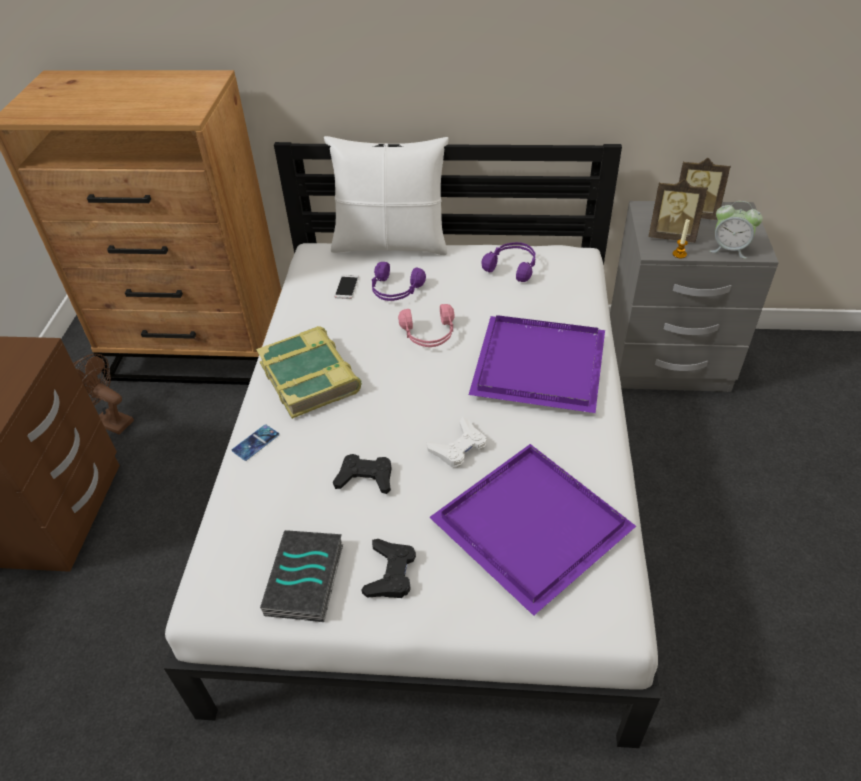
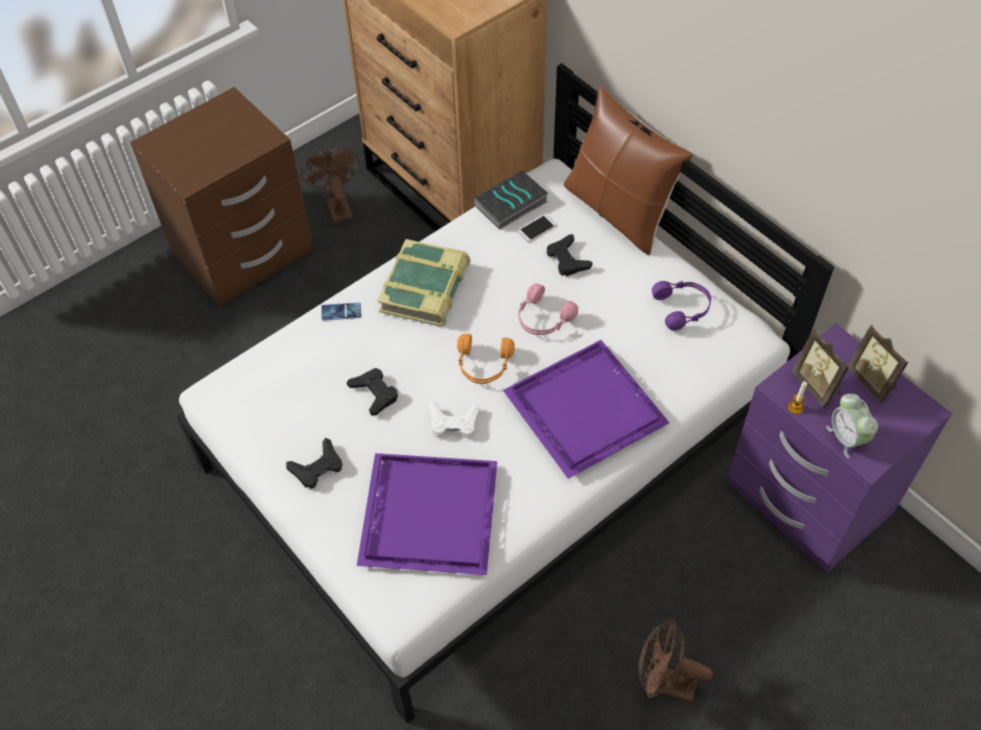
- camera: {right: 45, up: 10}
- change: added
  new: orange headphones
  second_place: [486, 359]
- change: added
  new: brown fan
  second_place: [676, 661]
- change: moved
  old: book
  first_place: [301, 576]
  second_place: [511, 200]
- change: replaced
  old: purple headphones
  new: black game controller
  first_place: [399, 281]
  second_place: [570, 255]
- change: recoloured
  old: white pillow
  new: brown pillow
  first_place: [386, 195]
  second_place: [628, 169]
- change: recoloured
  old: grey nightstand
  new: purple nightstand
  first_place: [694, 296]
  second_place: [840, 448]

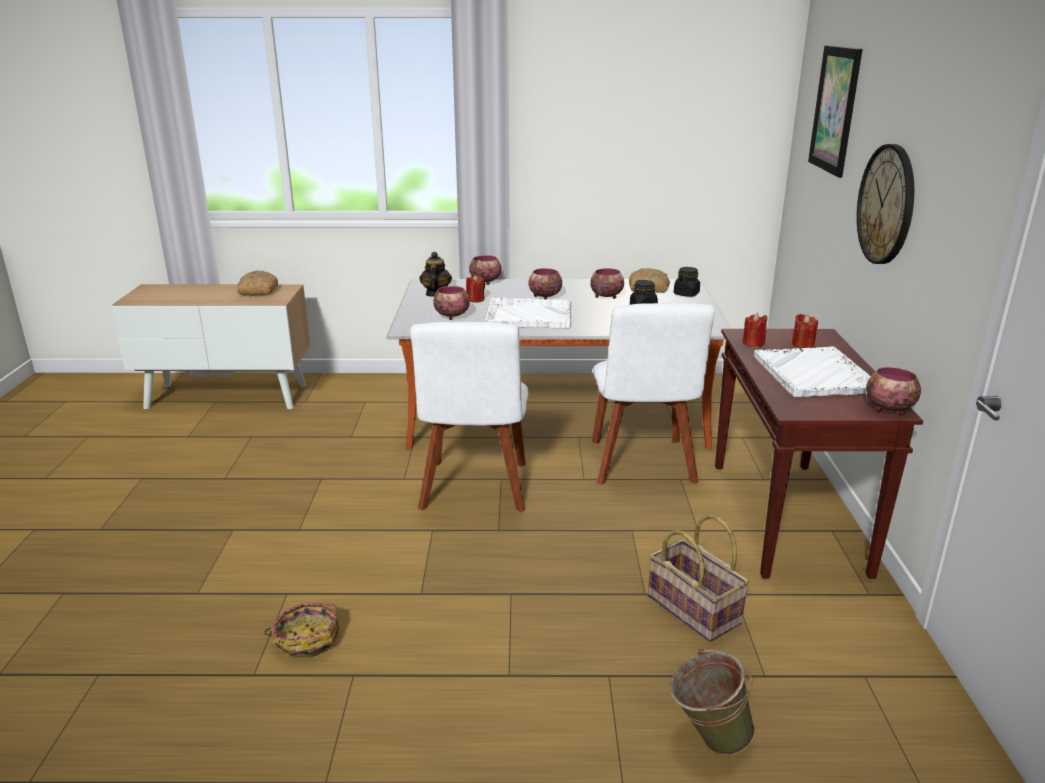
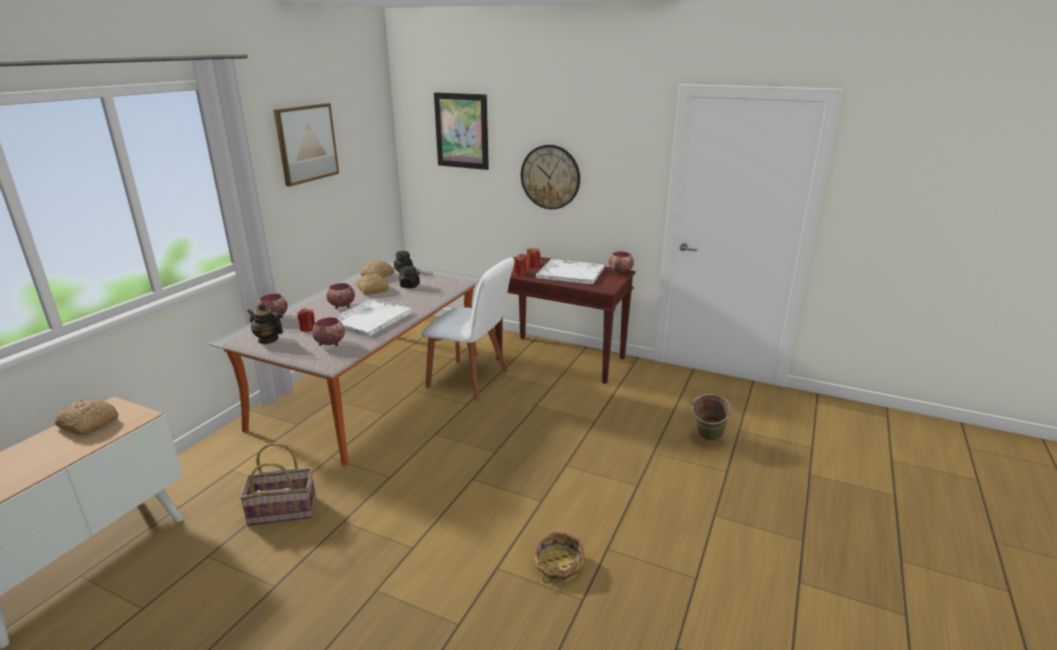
- camera: {right: -65, up: 0}
- change: removed
  old: white chair
  first_place: [469, 417]
- change: added
  new: picture
  second_place: [306, 145]
- change: moved
  old: basket
  first_place: [698, 578]
  second_place: [277, 484]
- change: replaced
  old: bowl
  new: bread
  first_place: [607, 283]
  second_place: [373, 284]

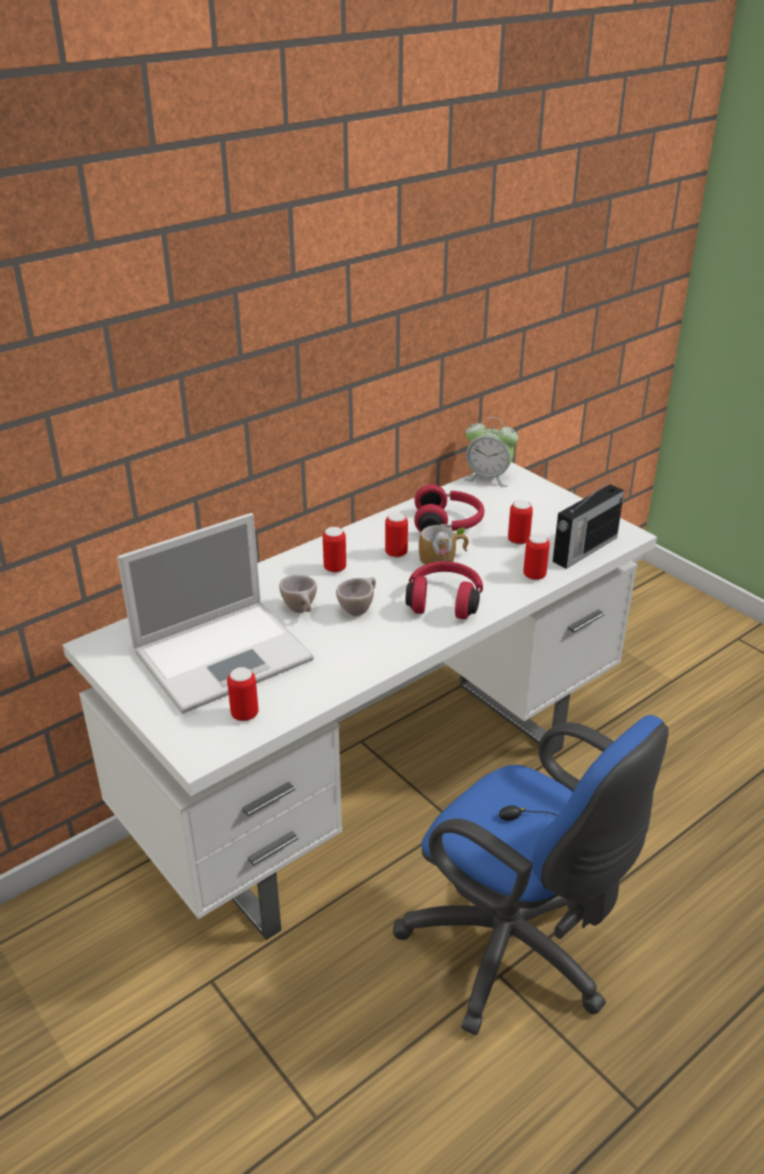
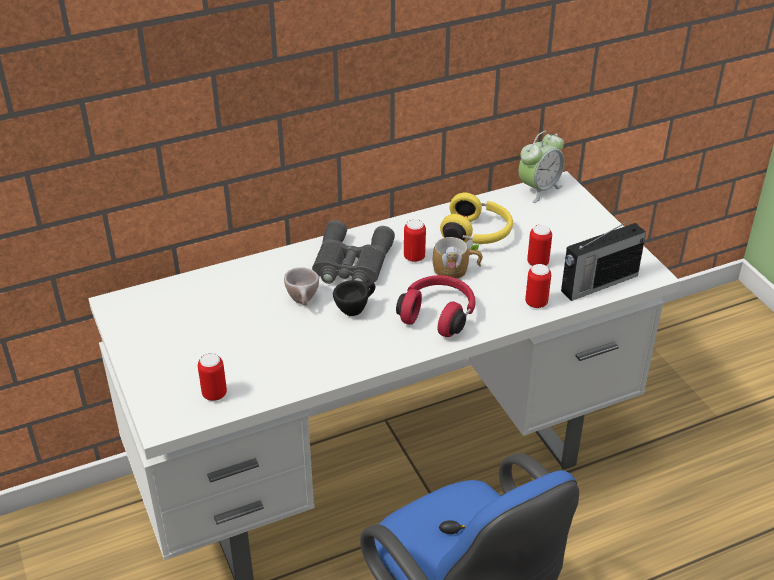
- camera: {right: 15, up: 5}
- change: removed
  old: laptop
  first_place: [215, 613]
- change: replaced
  old: can
  new: grey binoculars
  first_place: [334, 550]
  second_place: [353, 252]
- change: recoloured
  old: beige cup
  new: black cup
  first_place: [356, 596]
  second_place: [354, 298]
- change: recoloured
  old: red headphones
  new: yellow headphones
  first_place: [449, 508]
  second_place: [476, 218]
- change: turned
  old: alarm clock
  first_place: [491, 452]
  second_place: [542, 167]
  degrees: -75

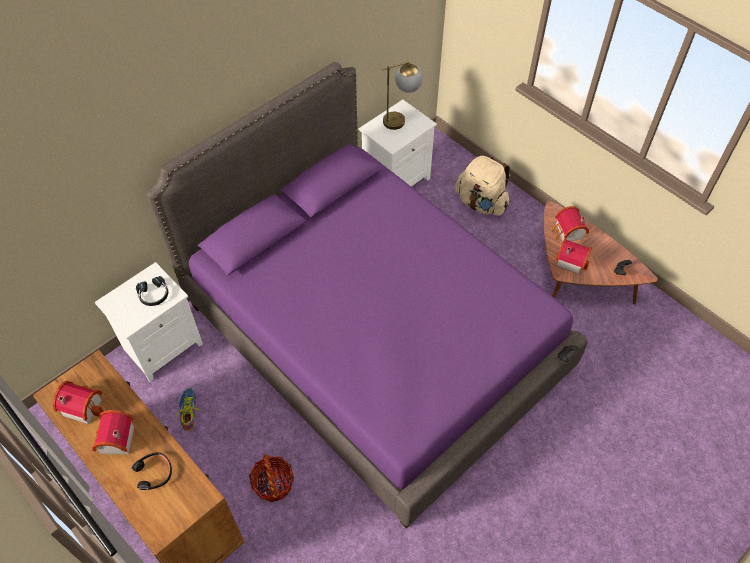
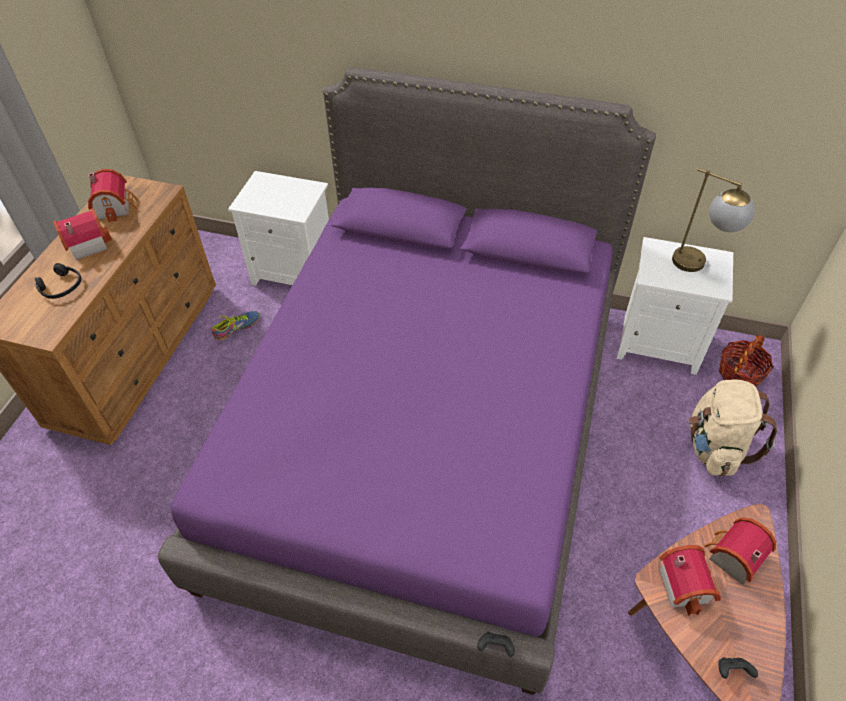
- camera: {right: 60, up: -5}
- change: removed
  old: black headphones
  first_place: [152, 291]
- change: moved
  old: basket
  first_place: [271, 478]
  second_place: [746, 360]

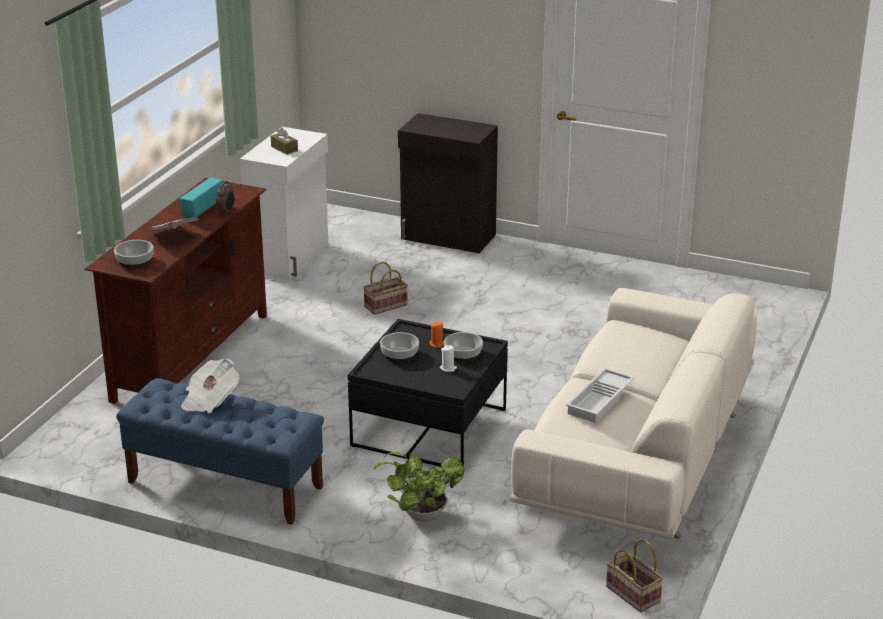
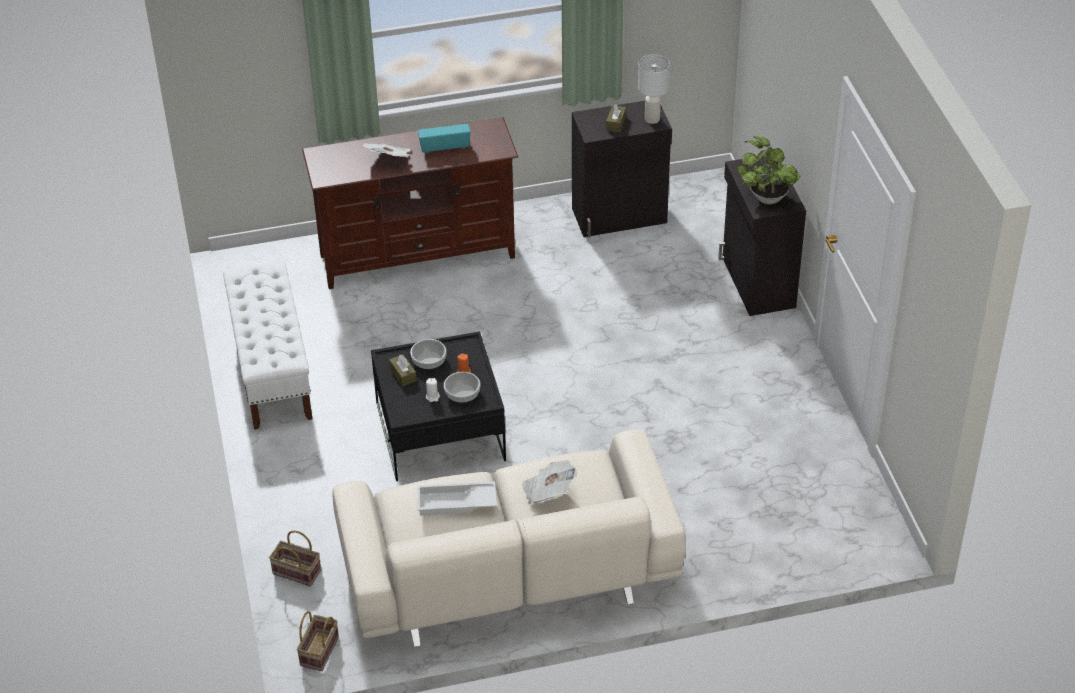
- camera: {right: 55, up: 15}
- change: removed
  old: bowl
  first_place: [134, 254]
- change: removed
  old: alarm clock
  first_place: [225, 198]
- change: added
  new: brown tissue box
  second_place: [403, 370]
- change: added
  new: white table lamp
  second_place: [654, 89]
- change: moved
  old: newspaper
  first_place: [210, 385]
  second_place: [549, 482]
- change: moved
  old: basket
  first_place: [385, 288]
  second_place: [295, 558]
- change: moved
  old: potted plant
  first_place: [419, 487]
  second_place: [769, 170]
- change: recoloured
  old: blue bench
  new: white bench
  first_place: [220, 451]
  second_place: [267, 346]
- change: recoloured
  old: white cabinet
  new: black cabinet
  first_place: [284, 203]
  second_place: [622, 169]

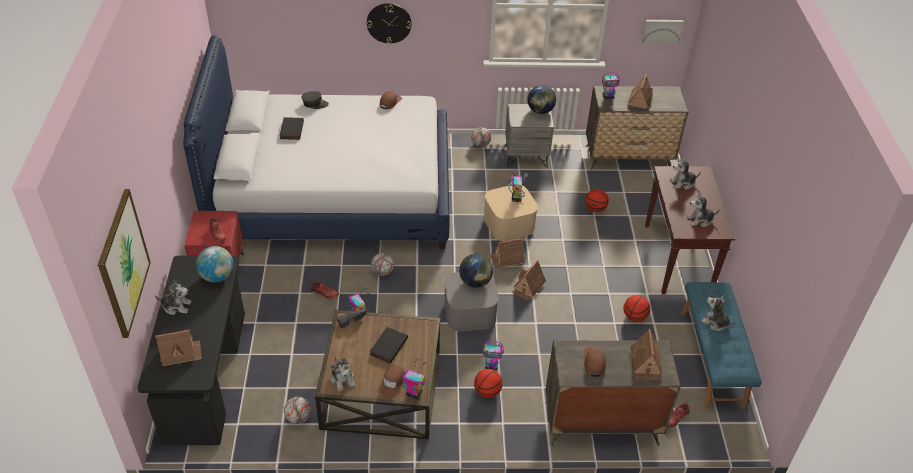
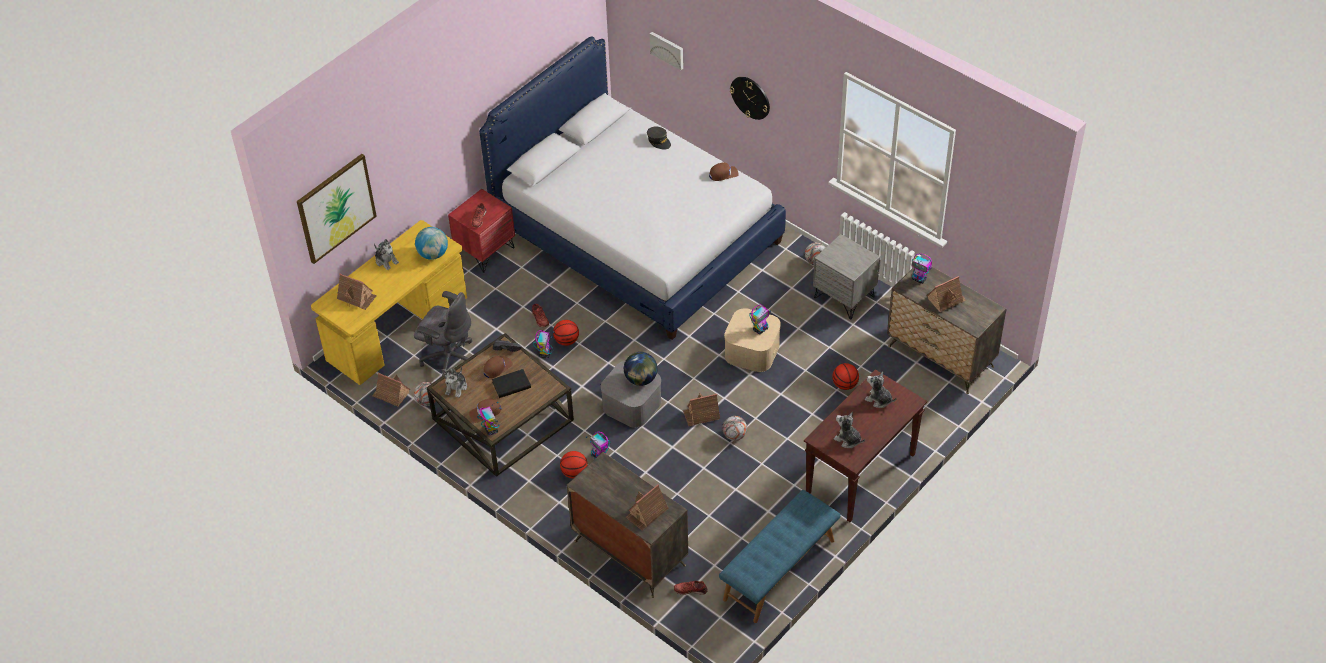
- camera: {right: 45, up: 5}
- change: removed
  old: black book
  first_place: [291, 128]
- change: removed
  old: globe
  first_place: [541, 99]
- change: removed
  old: plush toy
  first_place: [719, 313]
- change: added
  new: grey office chair
  second_place: [443, 333]
- change: moved
  old: football
  first_place: [382, 264]
  second_place: [734, 428]
- change: moved
  old: toy house
  first_place: [507, 253]
  second_place: [391, 390]
- change: moved
  old: brown cap
  first_place: [595, 362]
  second_place: [498, 367]
- change: moved
  old: basketball
  first_place: [636, 308]
  second_place: [566, 333]
- change: moved
  old: picture
  first_place: [663, 31]
  second_place: [666, 51]
- change: recoloured
  old: black desk
  new: yellow desk
  first_place: [191, 350]
  second_place: [389, 302]

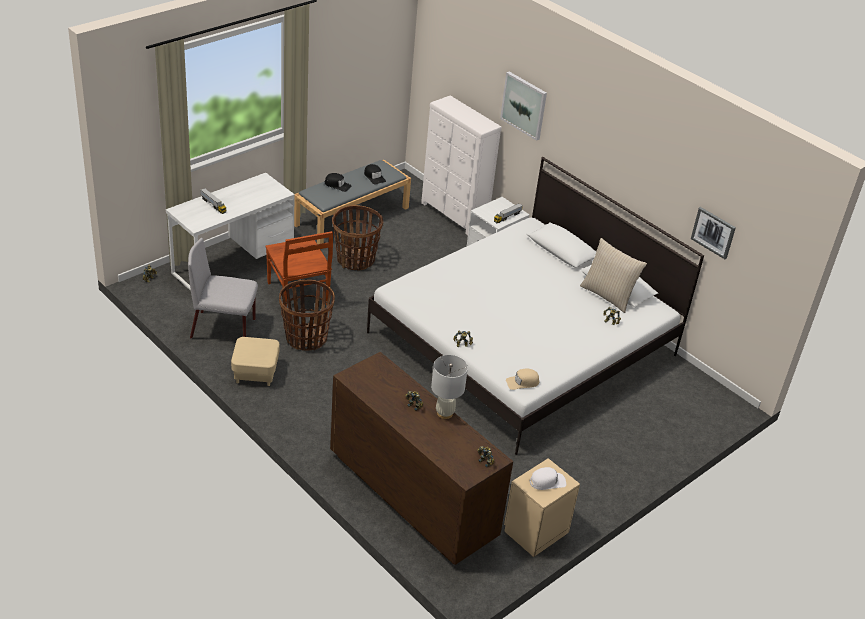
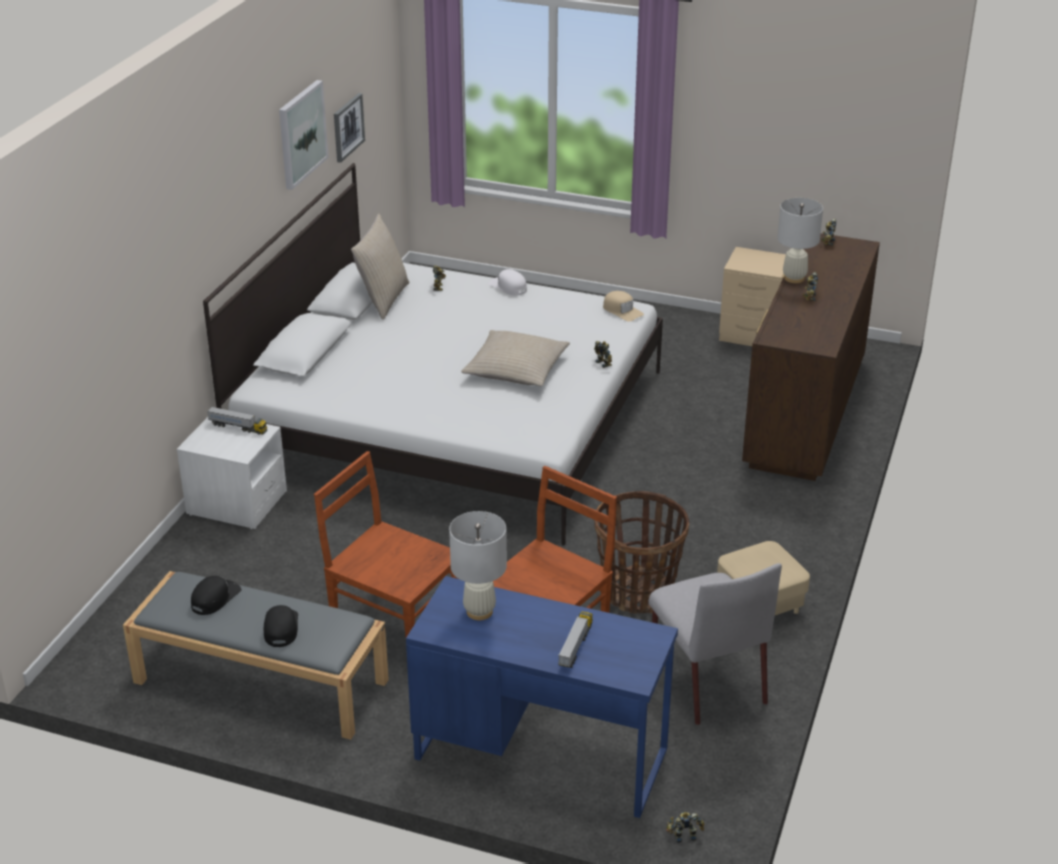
- camera: {right: -115, up: -5}
- change: removed
  old: white dresser
  first_place: [461, 165]
- change: added
  new: white table lamp
  second_place: [478, 565]
- change: added
  new: beige pillow
  second_place: [515, 358]
- change: moved
  old: picture
  first_place: [523, 106]
  second_place: [303, 135]
- change: moved
  old: white cap
  first_place: [548, 478]
  second_place: [507, 282]
- change: replaced
  old: basket
  new: brown chair
  first_place: [357, 237]
  second_place: [386, 544]
- change: recoloured
  old: white desk
  new: blue desk
  first_place: [230, 232]
  second_place: [542, 697]

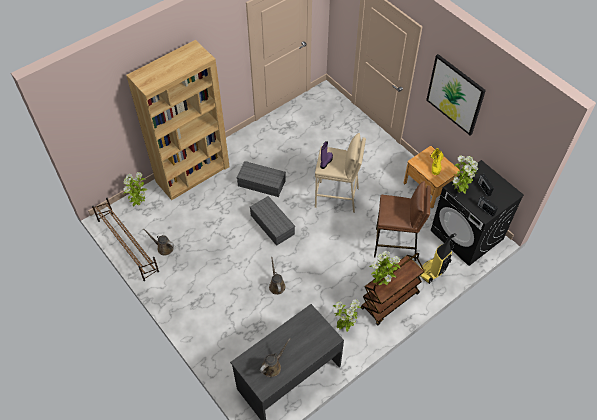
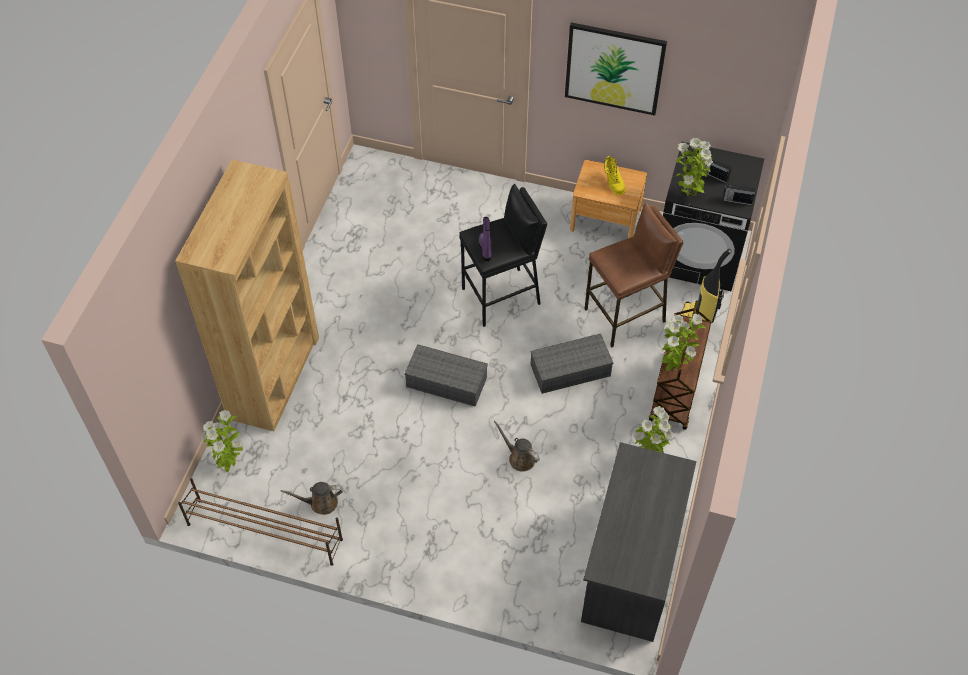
- camera: {right: -35, up: 0}
- change: removed
  old: brown watering can
  first_place: [274, 357]
- change: moved
  old: grey storage box
  first_place: [261, 179]
  second_place: [571, 364]
- change: recoloured
  old: beige stool
  new: black stool
  first_place: [340, 173]
  second_place: [503, 255]

